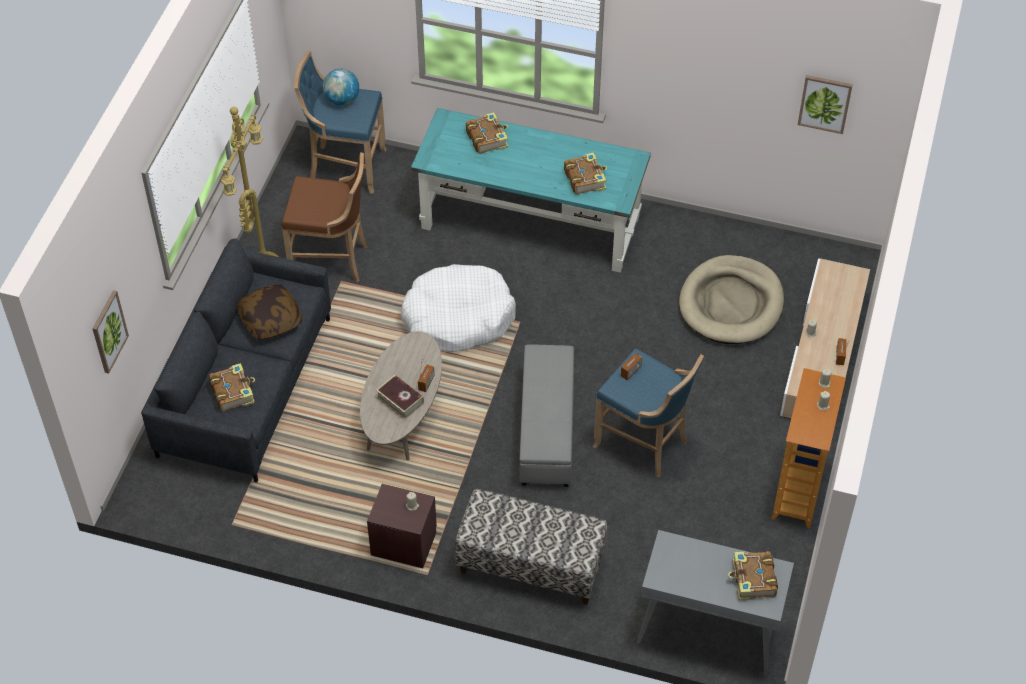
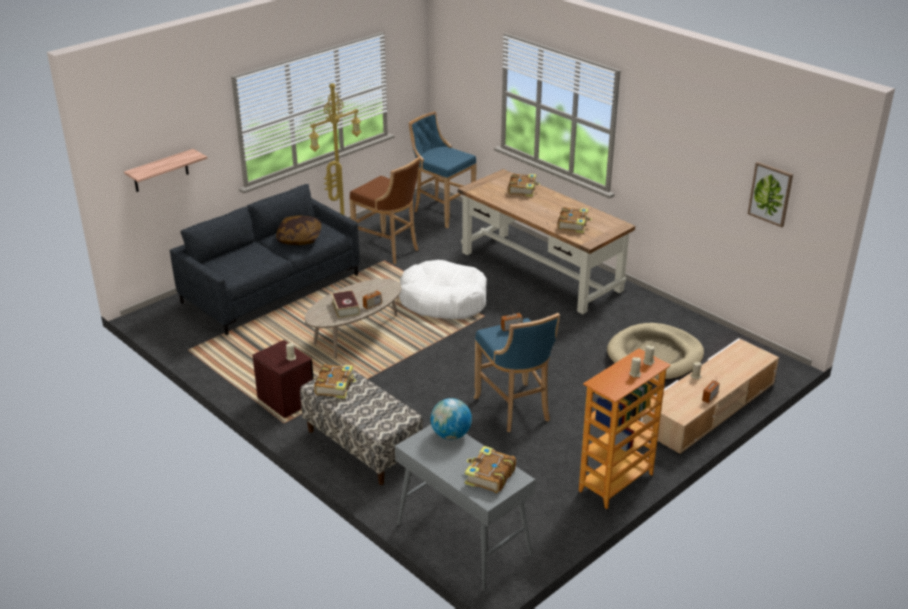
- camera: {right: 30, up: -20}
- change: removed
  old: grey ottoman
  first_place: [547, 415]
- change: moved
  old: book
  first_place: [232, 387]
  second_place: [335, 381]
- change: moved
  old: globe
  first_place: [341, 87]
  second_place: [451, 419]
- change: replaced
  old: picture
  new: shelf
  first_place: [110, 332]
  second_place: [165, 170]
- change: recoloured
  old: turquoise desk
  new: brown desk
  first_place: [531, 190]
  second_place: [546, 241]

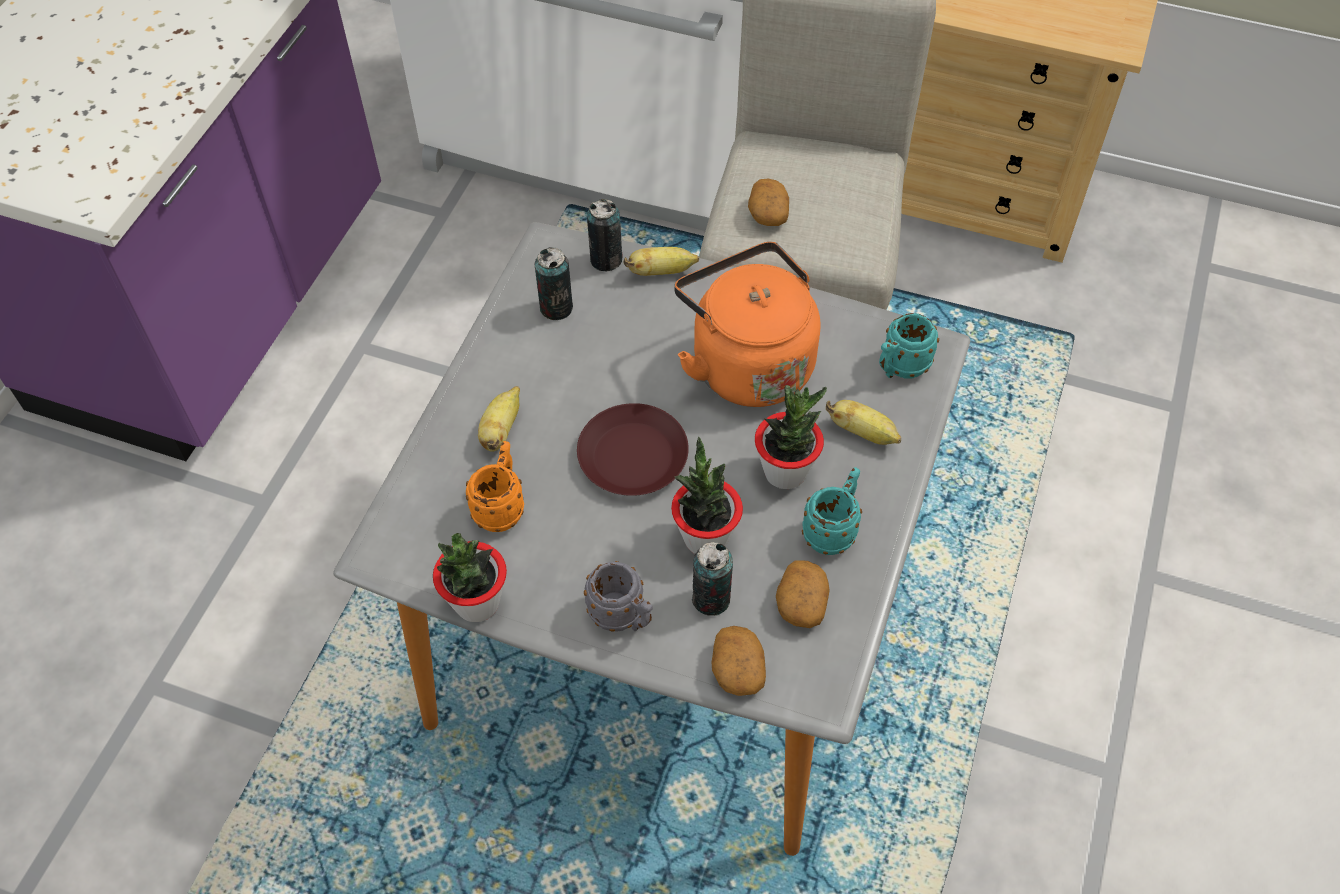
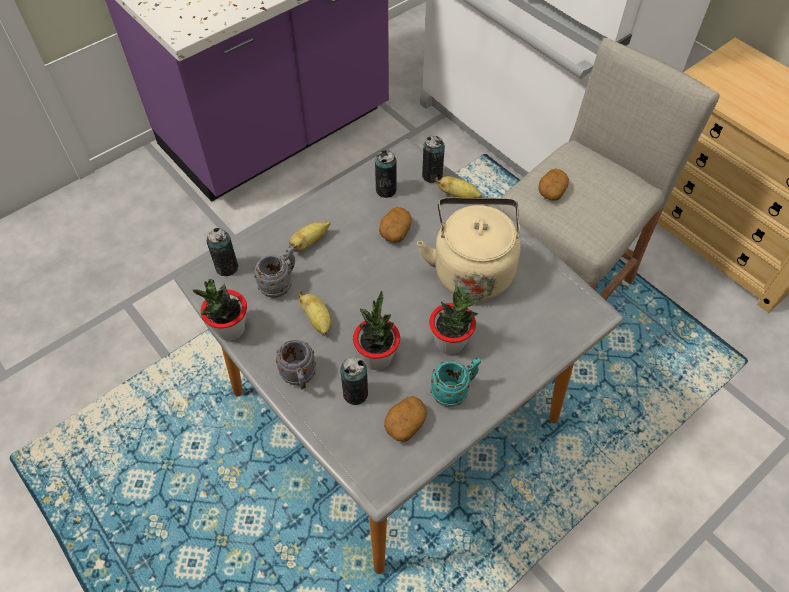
- camera: {right: 30, up: 0}
- change: removed
  old: brown plate
  first_place: [633, 449]
- change: removed
  old: turquoise mug
  first_place: [909, 346]
- change: added
  new: can
  second_place: [223, 252]
- change: moved
  old: potato
  first_place: [738, 661]
  second_place: [395, 225]
- change: moved
  old: banana
  first_place: [863, 422]
  second_place: [315, 312]
- change: recoloured
  old: orange mug
  new: grey mug
  first_place: [495, 486]
  second_place: [274, 272]
- change: recoloured
  old: orange kettle
  new: beige kettle
  first_place: [747, 324]
  second_place: [469, 249]

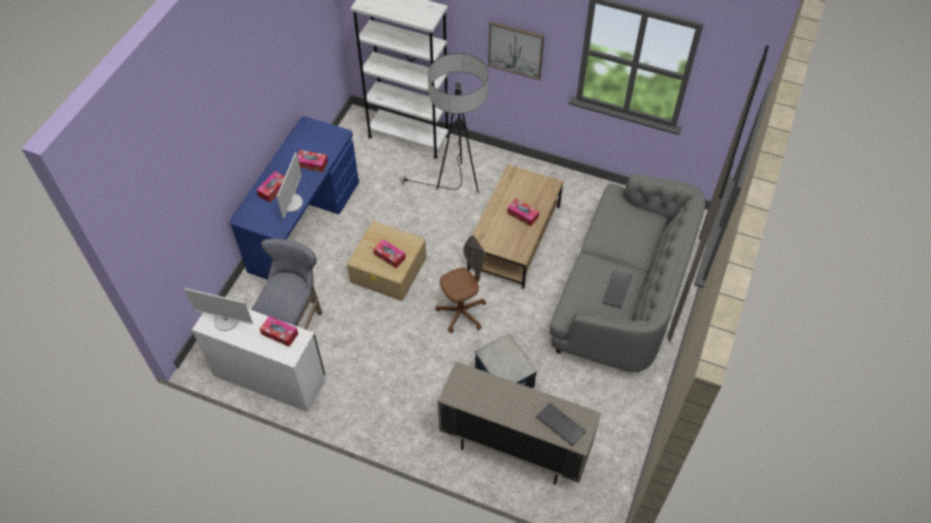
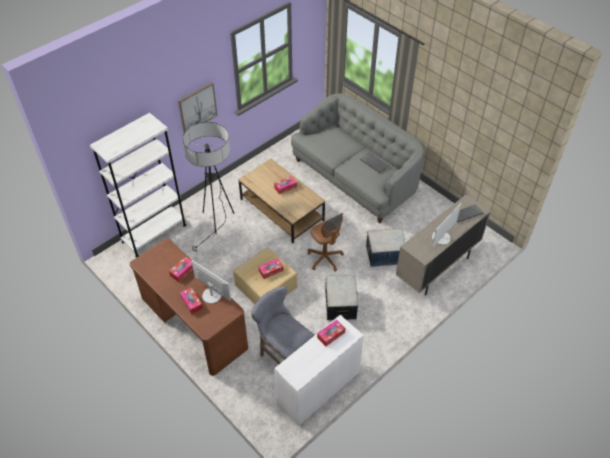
- camera: {right: -65, up: -5}
- change: added
  new: storage box
  second_place: [341, 297]
- change: moved
  old: monitor
  first_place: [218, 309]
  second_place: [447, 225]
- change: recoloured
  old: blue desk
  new: brown desk
  first_place: [294, 198]
  second_place: [189, 307]
- change: turned
  old: brown office chair
  first_place: [460, 284]
  second_place: [326, 242]
  degrees: 150

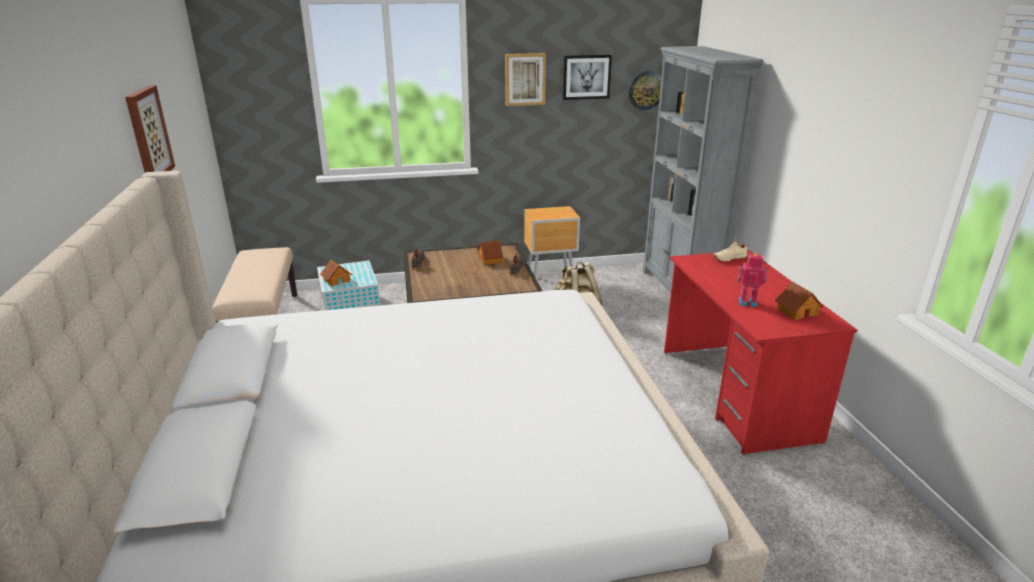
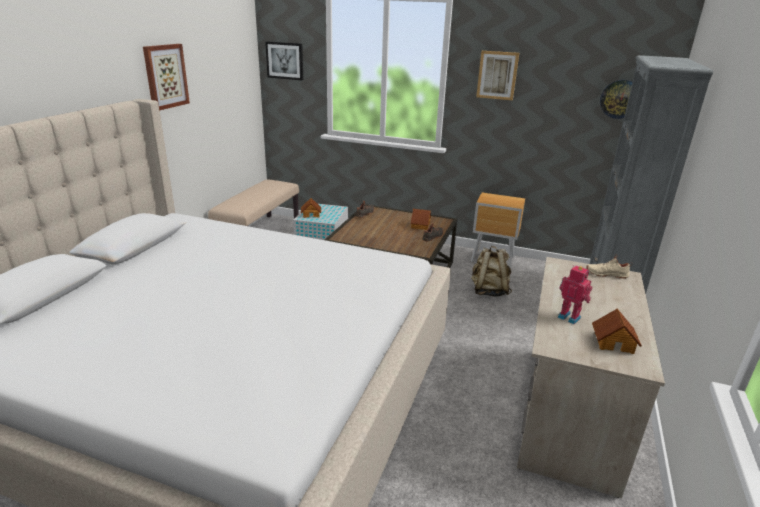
- camera: {right: 30, up: 0}
- change: moved
  old: picture
  first_place: [587, 77]
  second_place: [284, 60]
- change: recoloured
  old: red desk
  new: beige desk
  first_place: [760, 352]
  second_place: [591, 377]

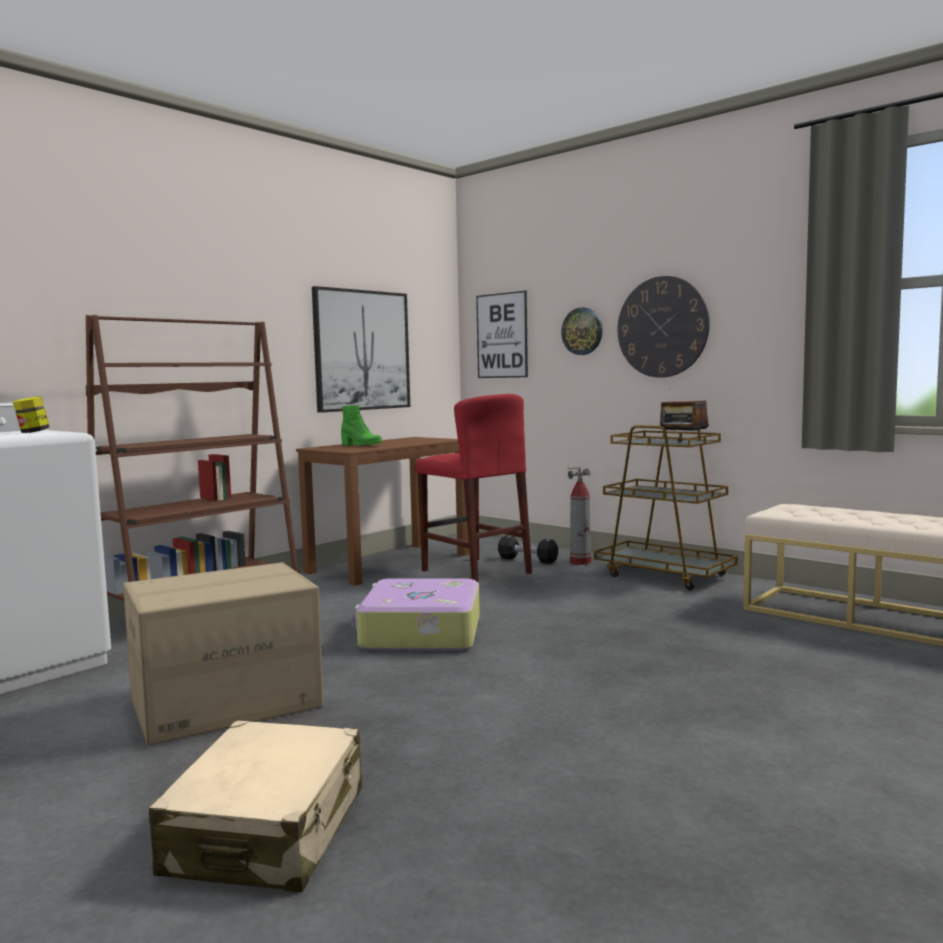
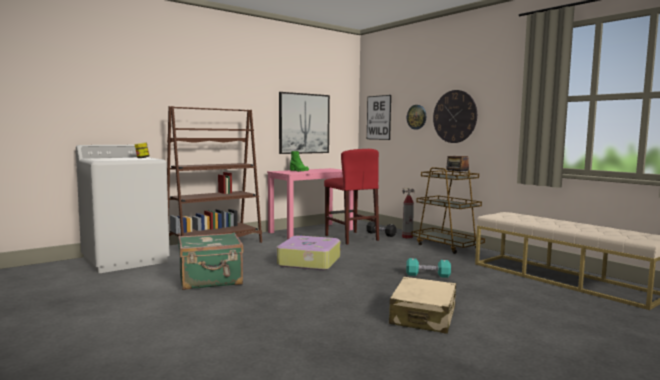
- camera: {right: 10, up: 0}
- change: added
  new: turquoise dumbbell
  second_place: [428, 268]
- change: moved
  old: beige suitcase
  first_place: [255, 806]
  second_place: [422, 305]
- change: replaced
  old: cardboard box
  new: green suitcase
  first_place: [223, 653]
  second_place: [210, 261]
- change: recoloured
  old: brown desk
  new: pink desk
  first_place: [382, 511]
  second_place: [310, 203]

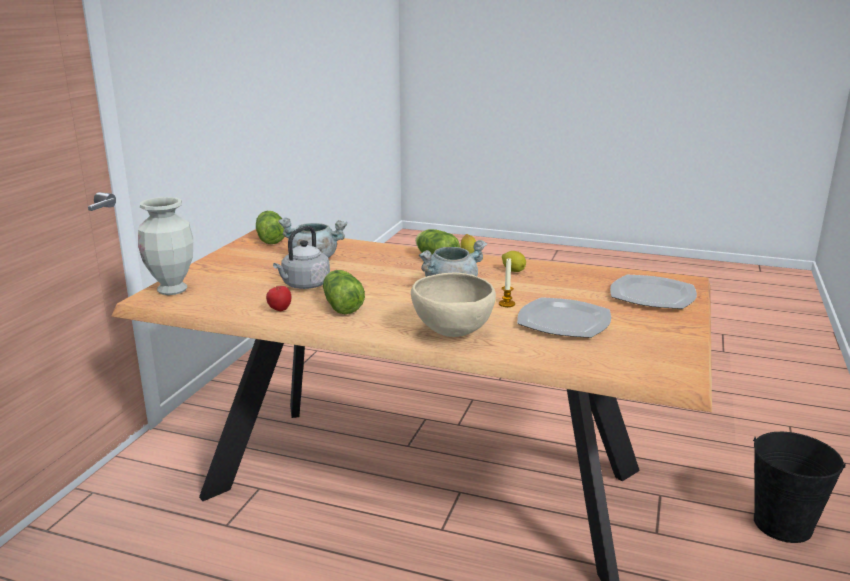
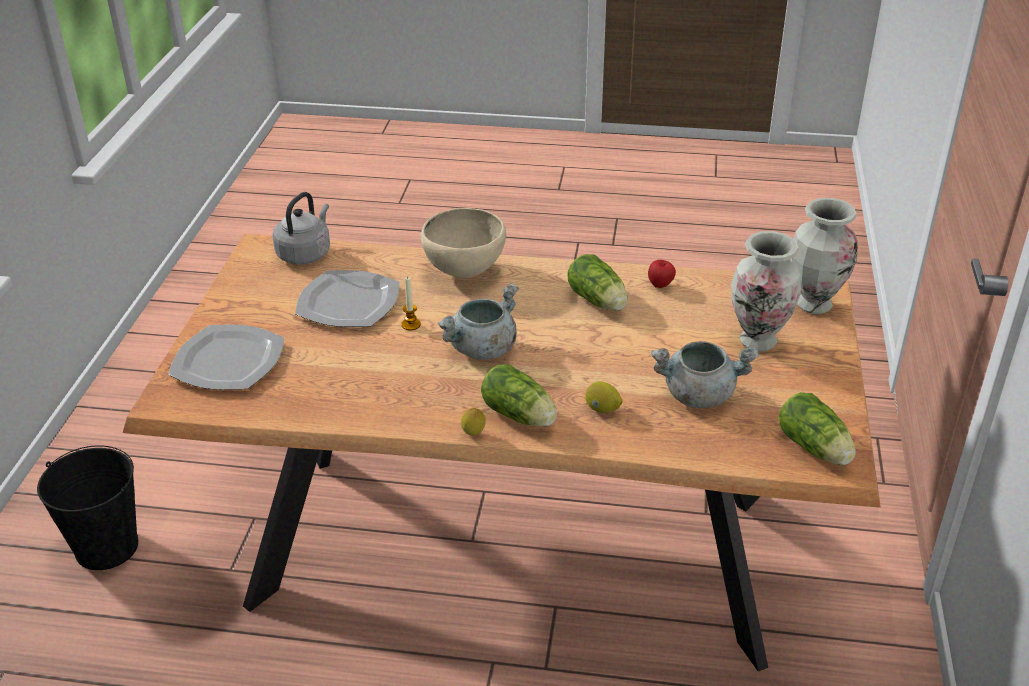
- camera: {right: 170, up: 15}
- change: added
  new: vase
  second_place: [766, 291]
- change: moved
  old: grey kettle
  first_place: [301, 257]
  second_place: [301, 228]
- change: moved
  old: lemon
  first_place: [514, 261]
  second_place: [604, 397]

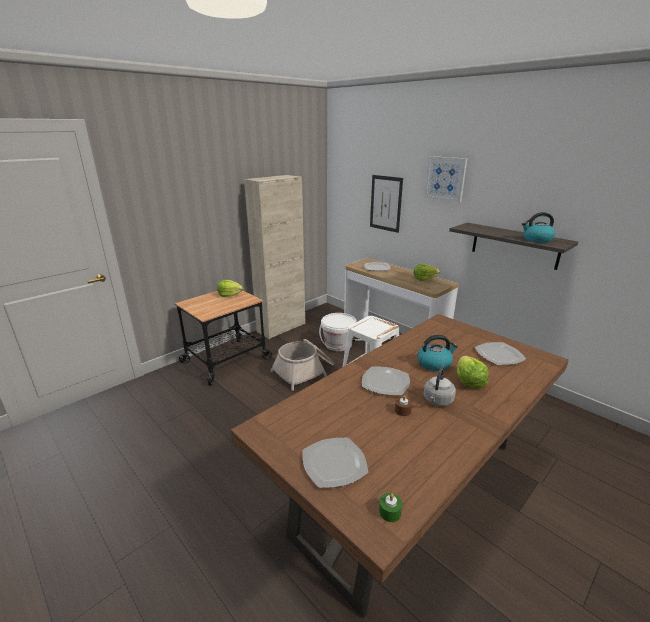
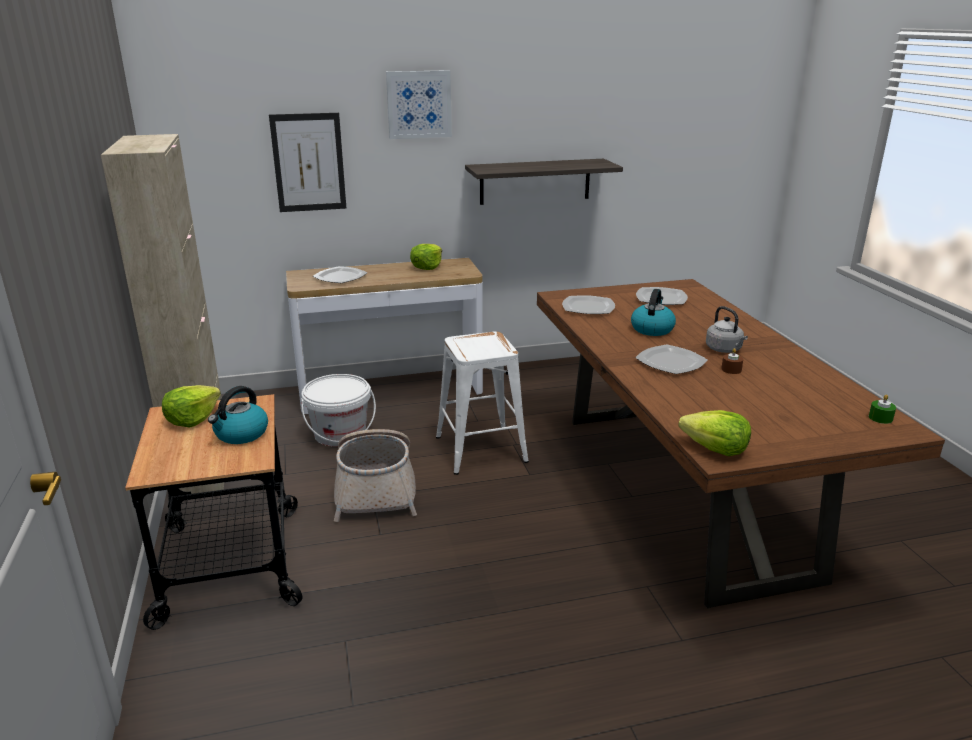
- camera: {right: -60, up: 0}
- change: moved
  old: plate
  first_place: [335, 463]
  second_place: [588, 304]
- change: moved
  old: lettuce
  first_place: [473, 372]
  second_place: [714, 433]
- change: moved
  old: kettle
  first_place: [538, 227]
  second_place: [238, 415]

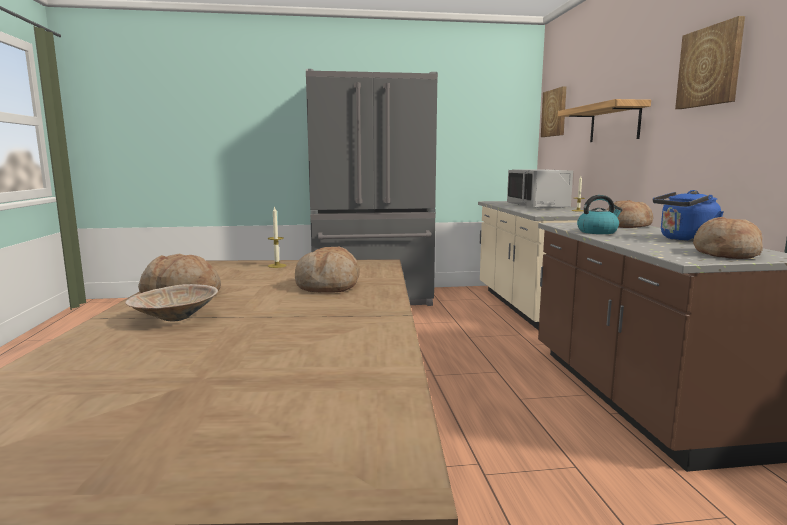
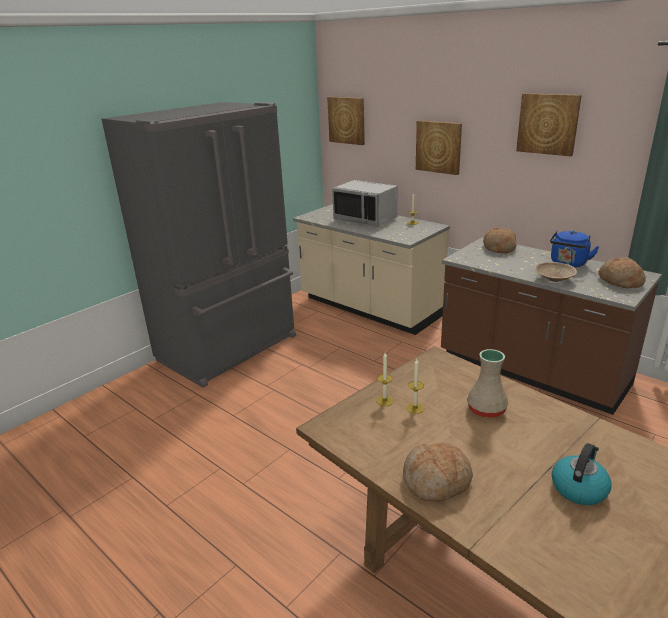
- camera: {right: -40, up: 15}
- change: added
  new: candle
  second_place: [415, 386]
- change: moved
  old: beige bowl
  first_place: [171, 302]
  second_place: [556, 272]
- change: moved
  old: kettle
  first_place: [600, 214]
  second_place: [582, 474]
- change: replaced
  old: bread
  new: beige vase
  first_place: [327, 270]
  second_place: [487, 383]
- change: replaced
  old: shelf
  new: picture
  first_place: [604, 120]
  second_place: [439, 147]

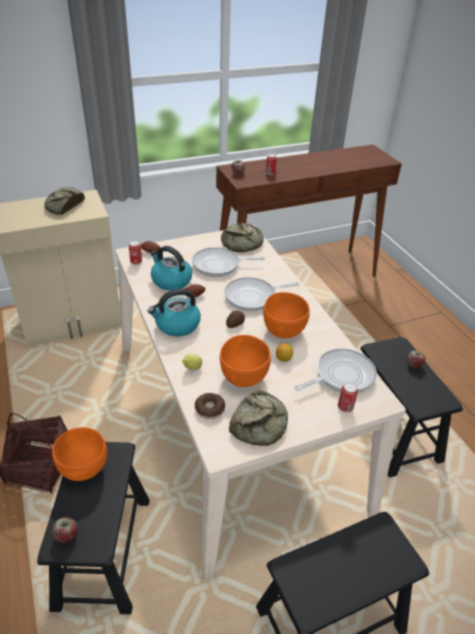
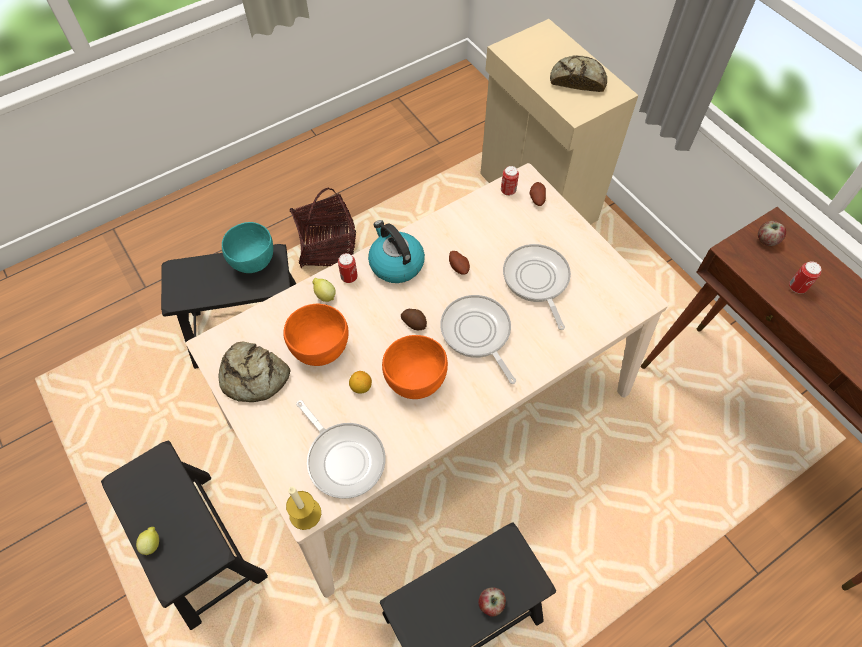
- camera: {right: 80, up: 20}
- change: removed
  old: apple
  first_place: [65, 530]
- change: removed
  old: kettle
  first_place: [171, 268]
- change: removed
  old: donut
  first_place: [210, 406]
- change: removed
  old: bread
  first_place: [242, 237]
- change: added
  new: lemon
  second_place: [147, 541]
- change: added
  new: candle
  second_place: [303, 508]
- change: moved
  old: can
  first_place: [348, 397]
  second_place: [348, 268]
- change: recoloured
  old: orange bowl
  new: turquoise bowl
  first_place: [79, 454]
  second_place: [247, 247]

